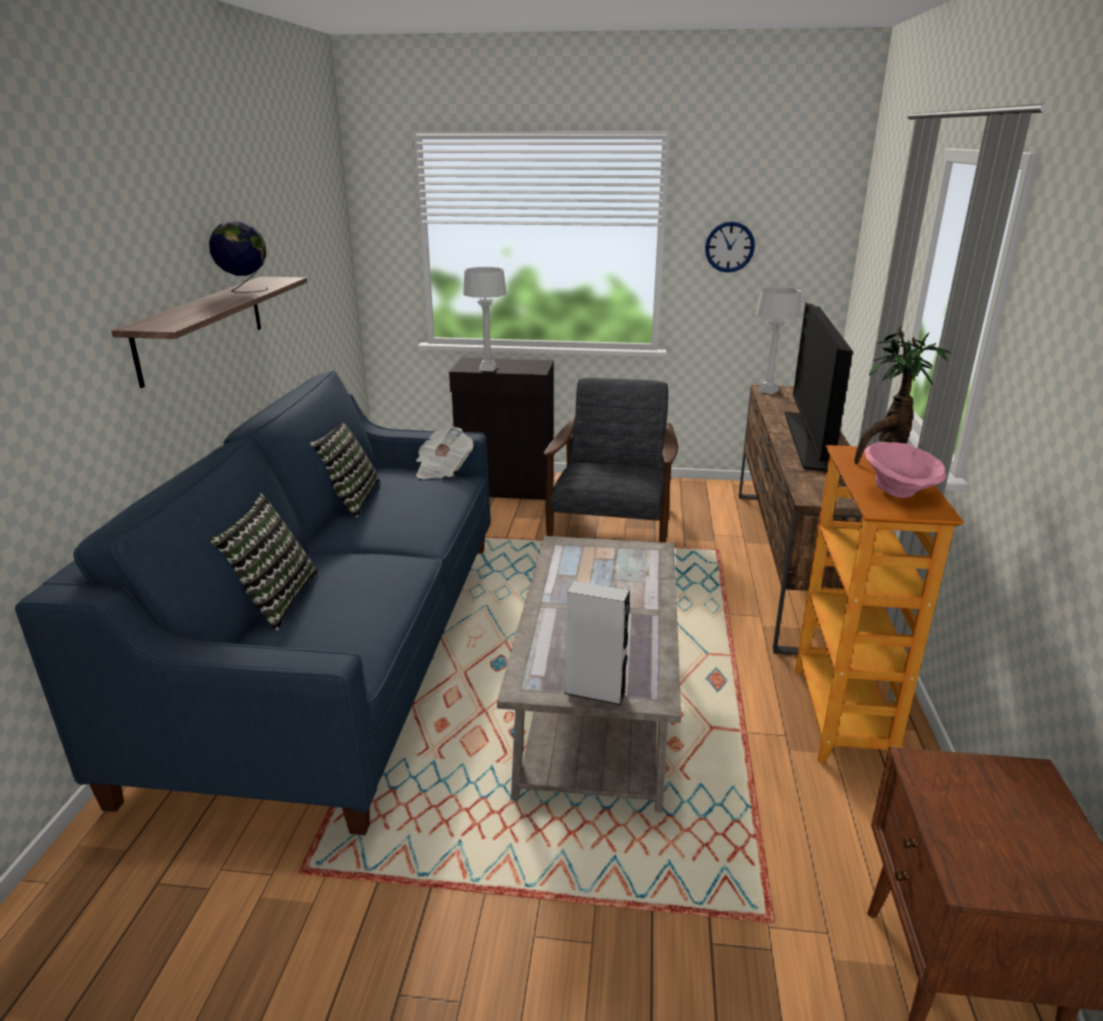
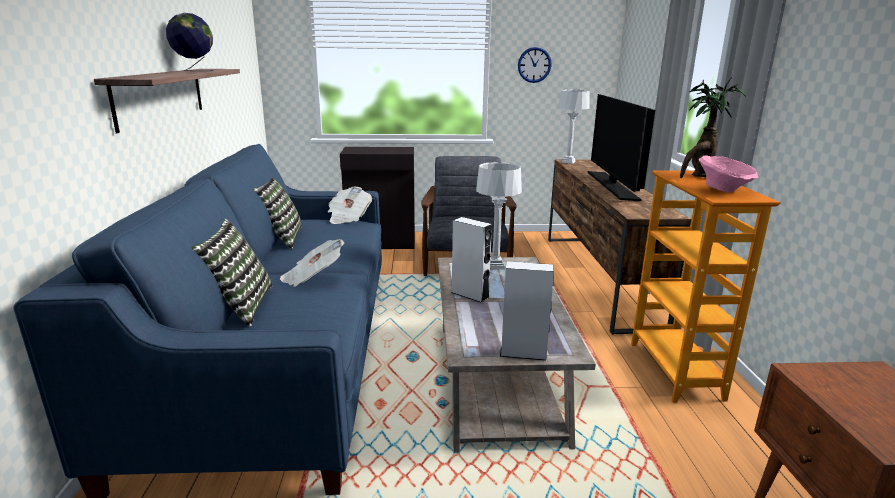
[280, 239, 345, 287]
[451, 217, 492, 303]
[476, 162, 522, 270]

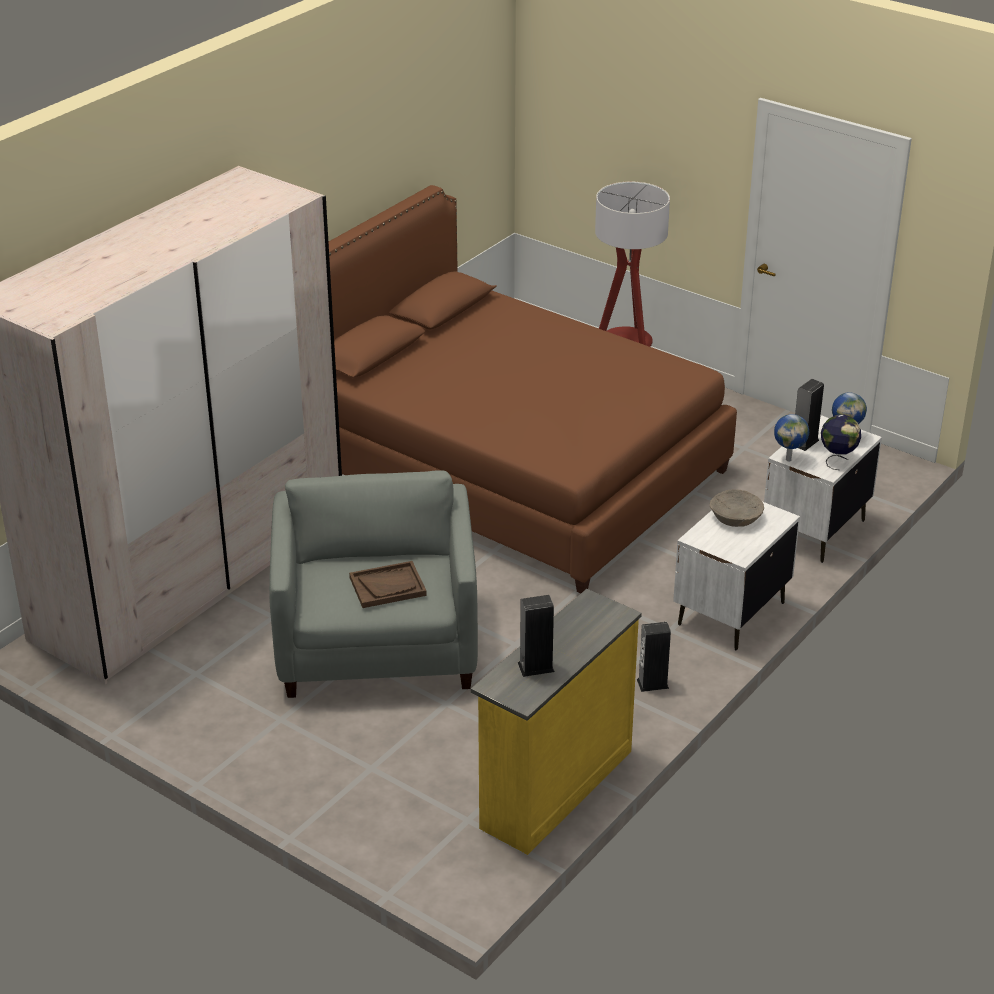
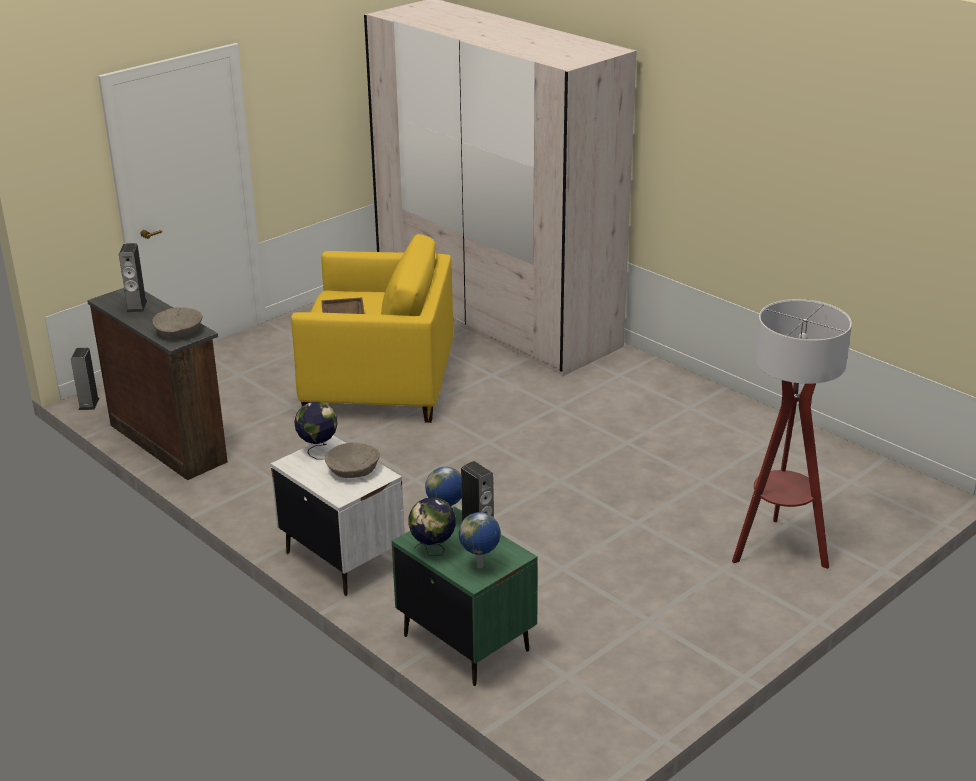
[328, 185, 737, 593] (first image)
[152, 307, 202, 339]
[294, 401, 337, 459]
[71, 348, 100, 410]
[291, 234, 453, 423]
[87, 288, 228, 480]
[392, 507, 538, 686]

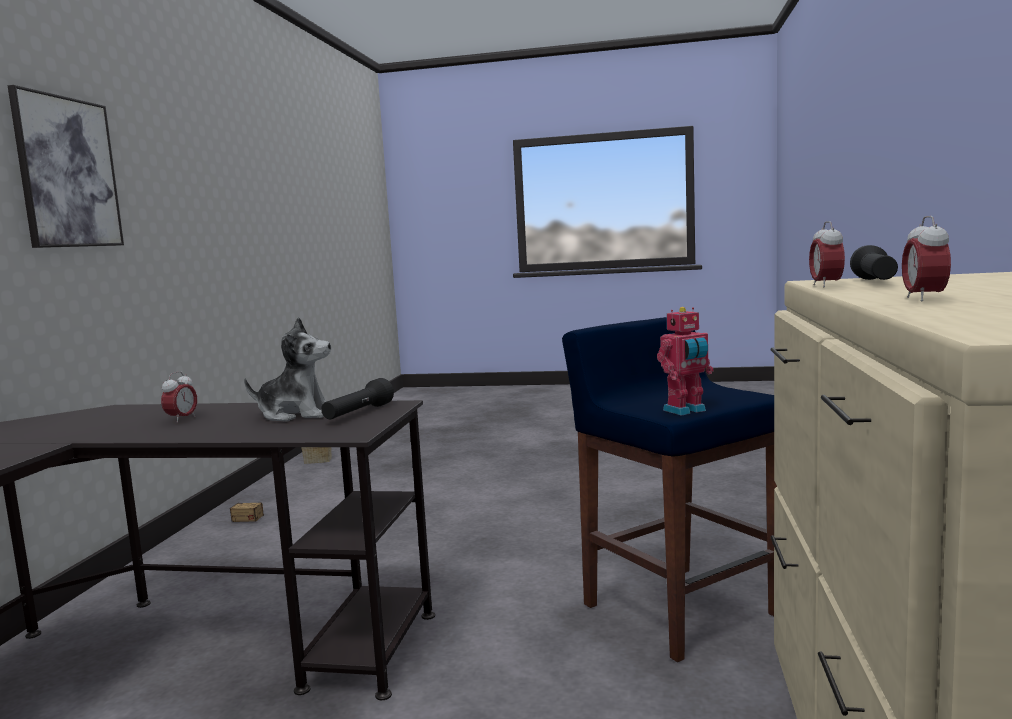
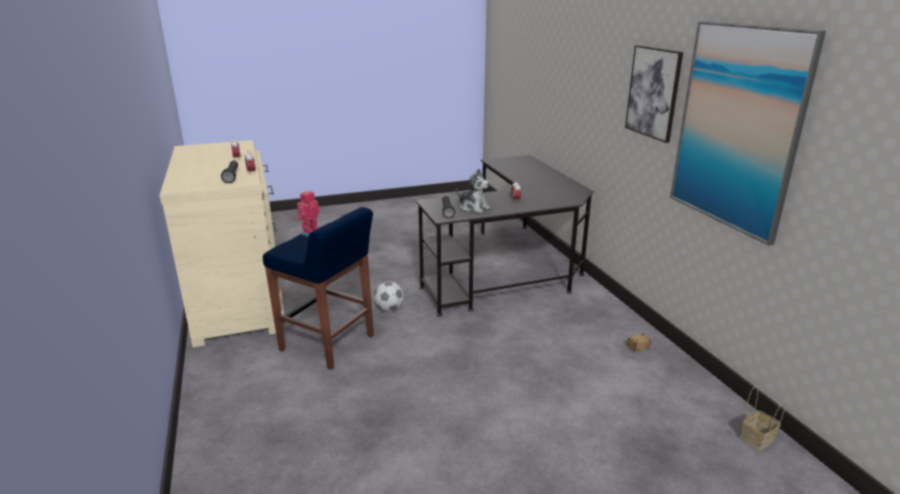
[374, 282, 404, 311]
[670, 21, 826, 246]
[456, 169, 490, 213]

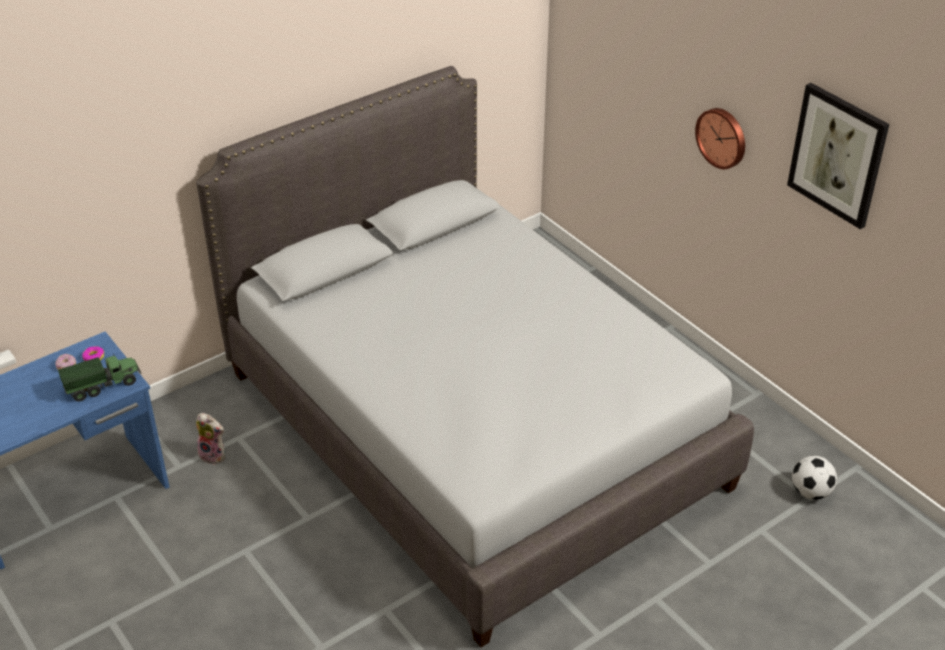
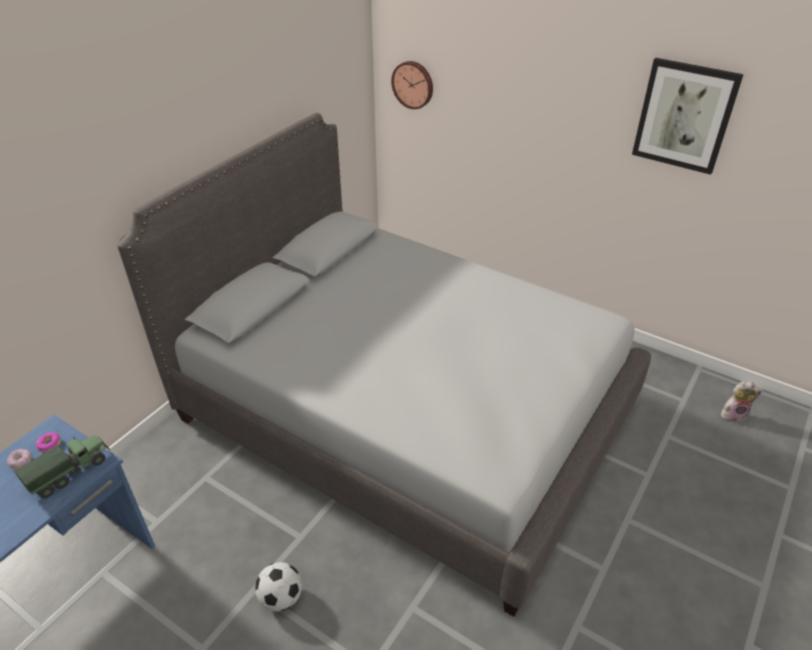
[721, 381, 763, 423]
[391, 61, 433, 109]
[255, 562, 302, 611]

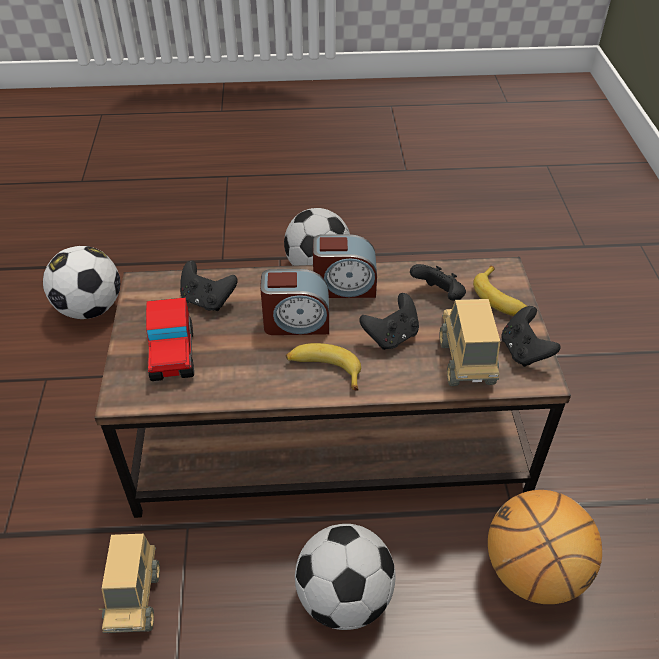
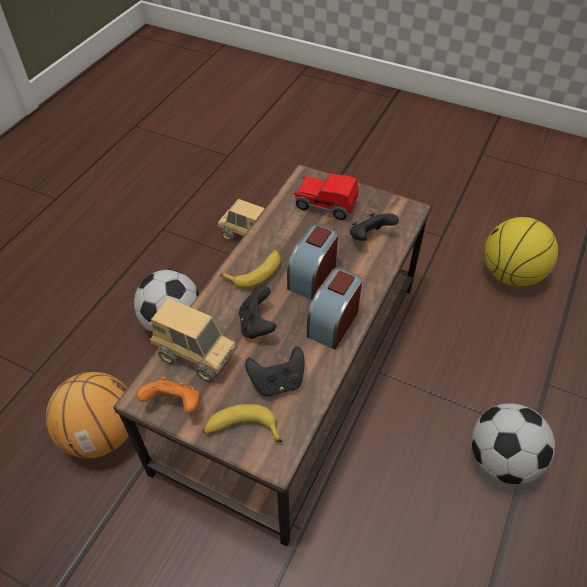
[484, 217, 558, 287]
[137, 377, 199, 414]

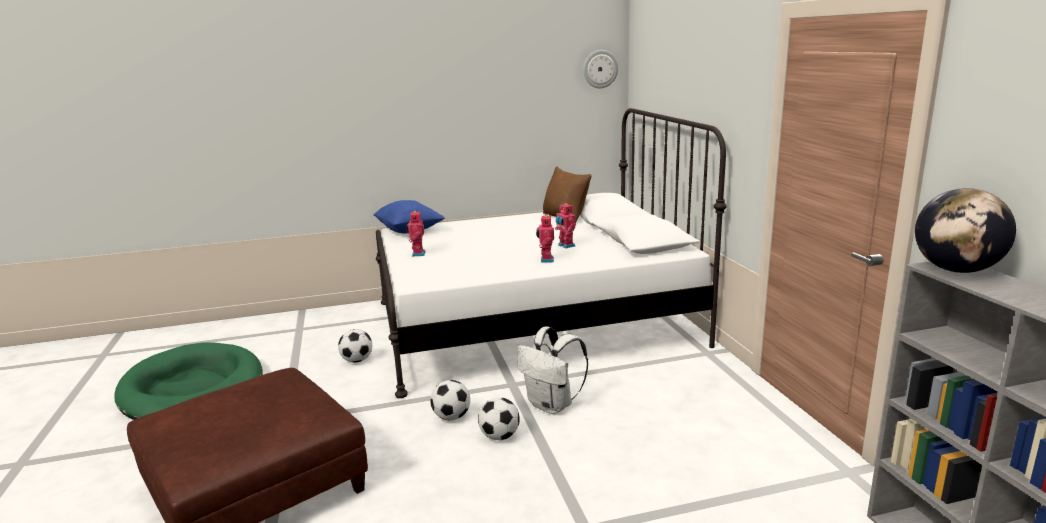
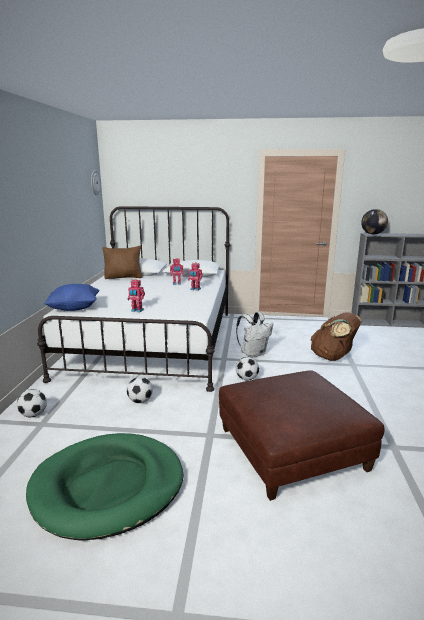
[310, 312, 362, 361]
[17, 389, 47, 417]

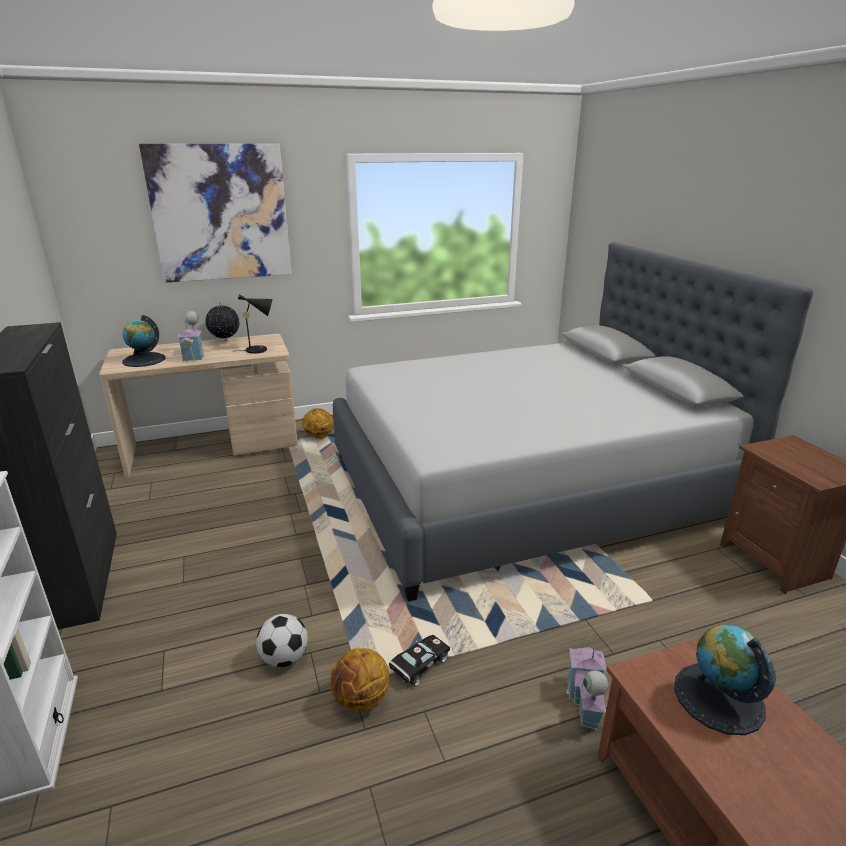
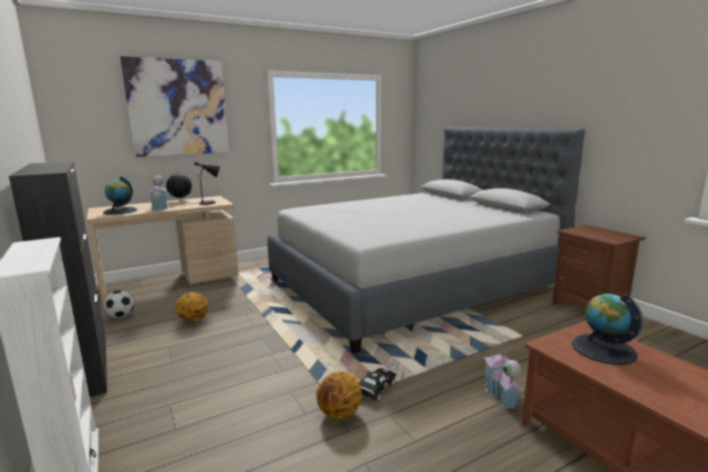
[103, 290, 135, 318]
[176, 292, 208, 322]

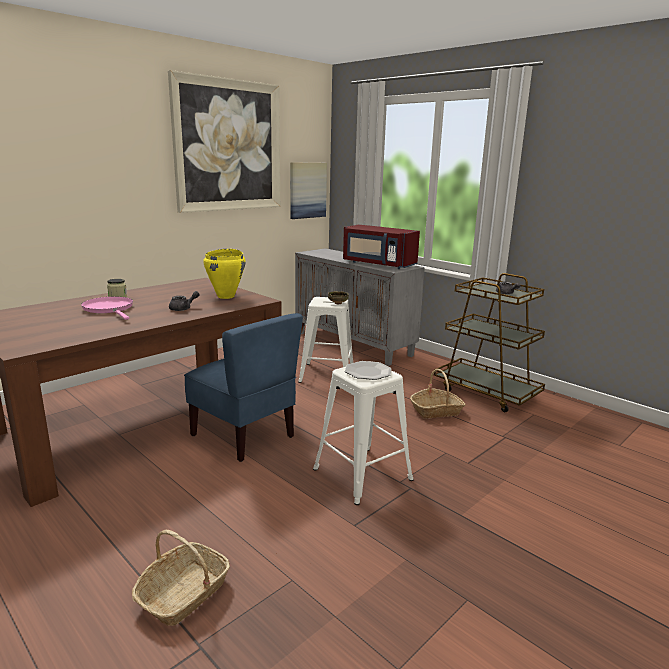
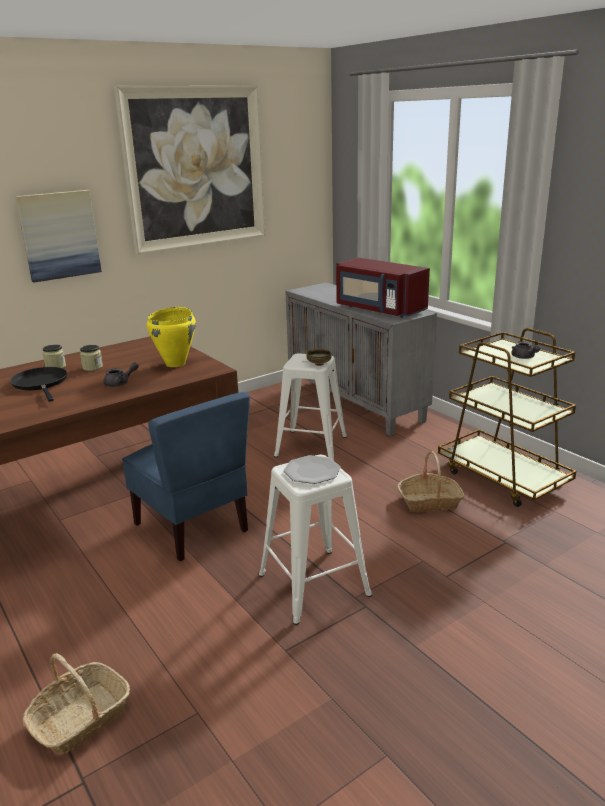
[80, 345, 103, 371]
[15, 190, 102, 283]
[10, 367, 67, 402]

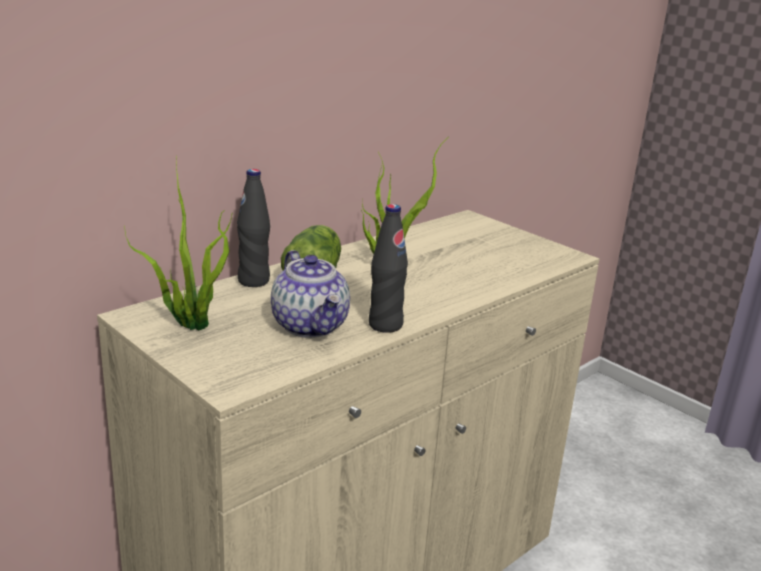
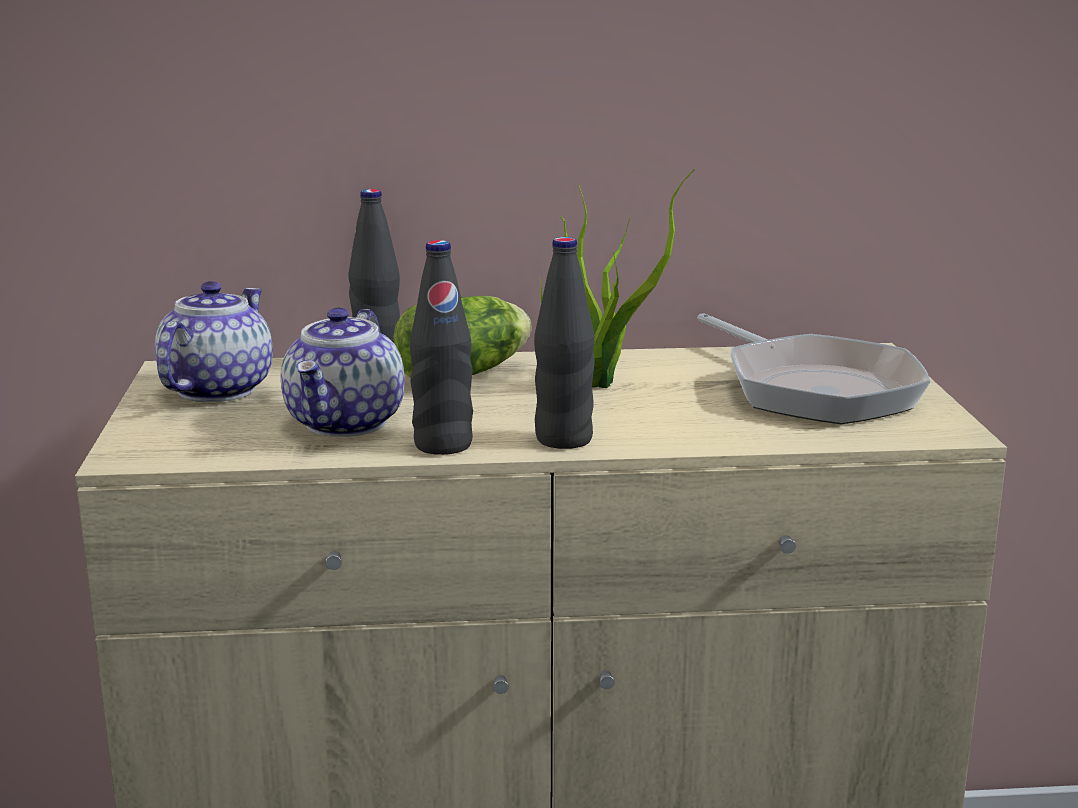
[534, 237, 595, 449]
[697, 313, 930, 424]
[155, 281, 273, 402]

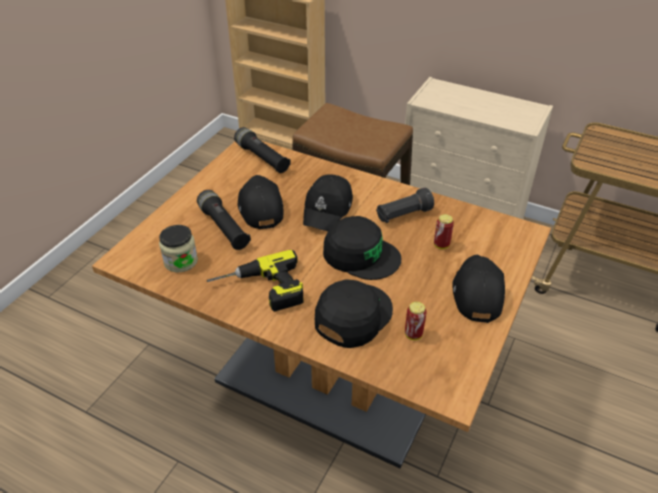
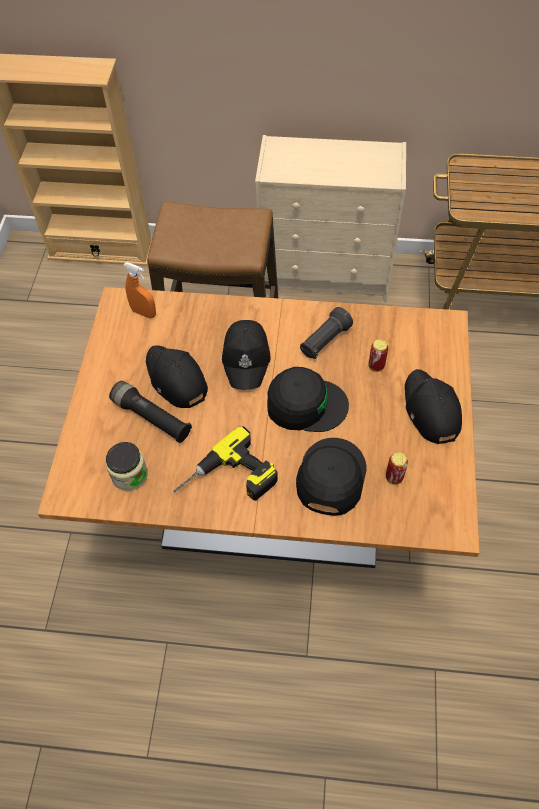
[124, 262, 156, 319]

